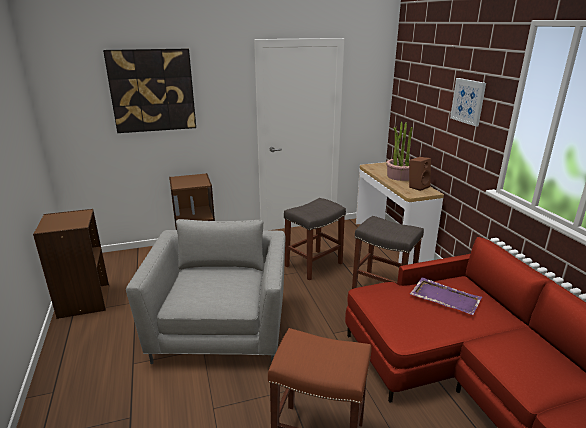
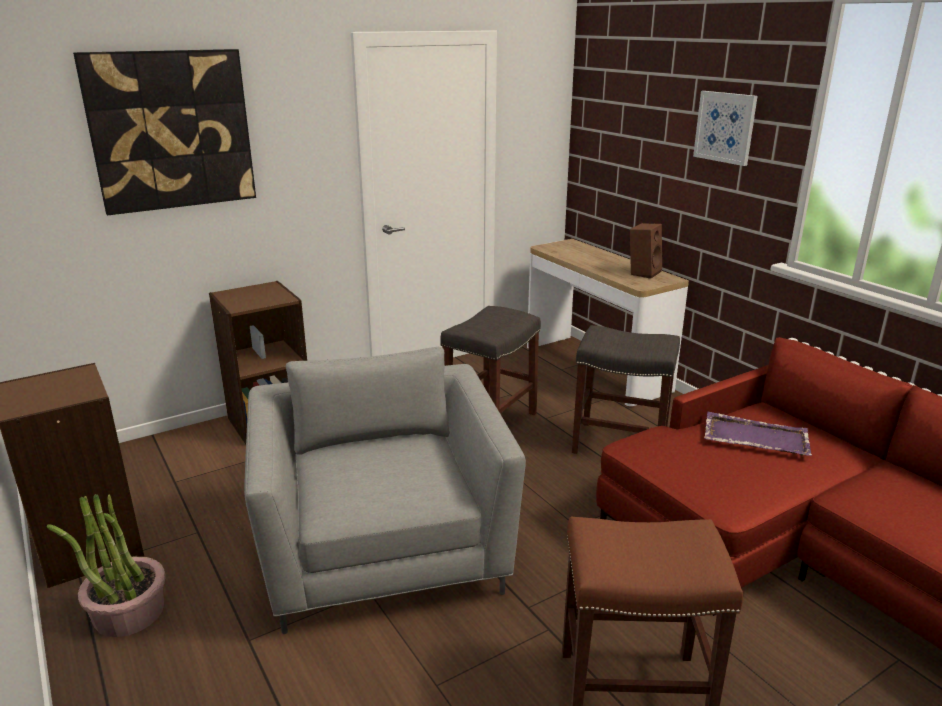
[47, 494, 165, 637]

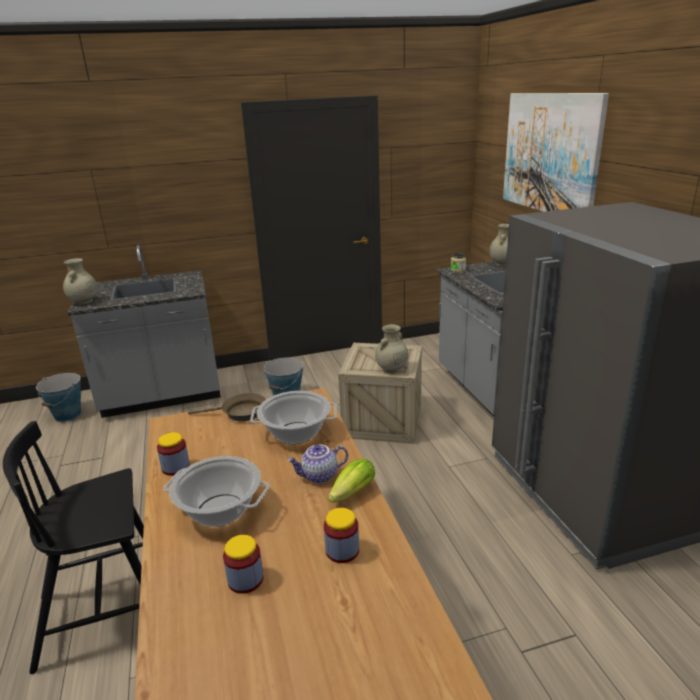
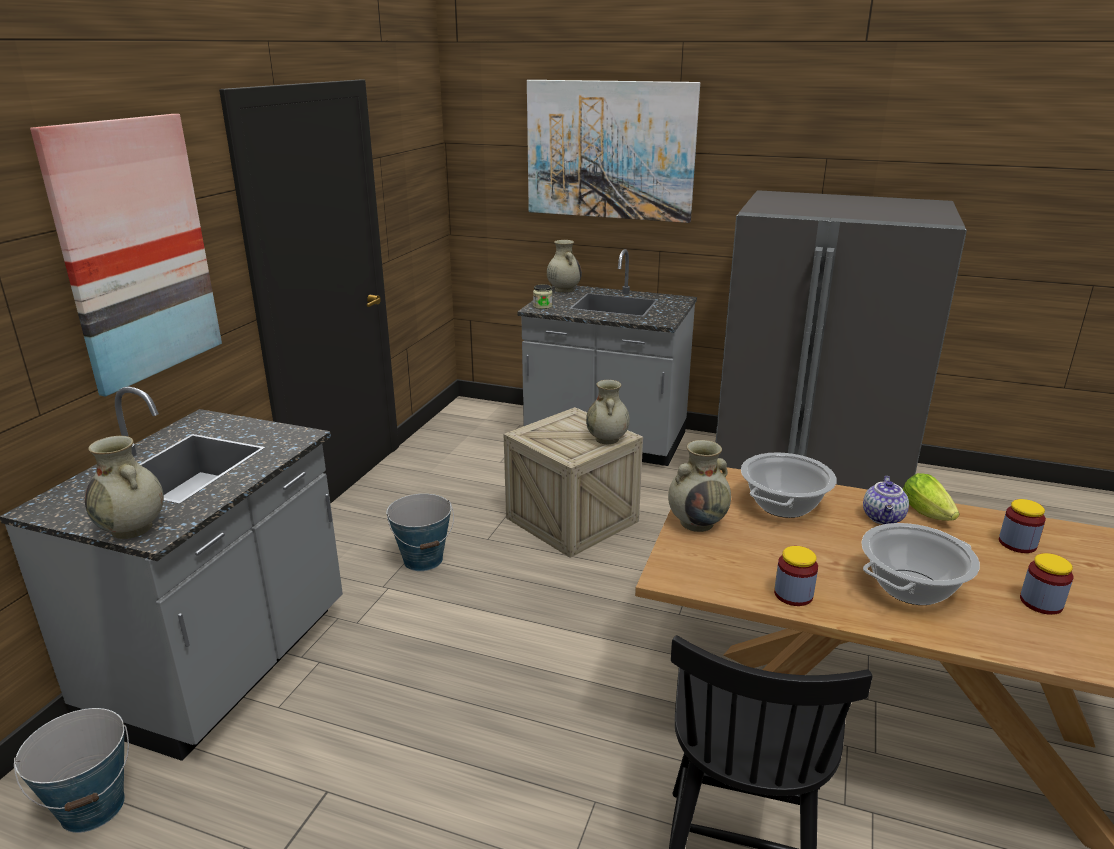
[30, 114, 222, 397]
[668, 440, 731, 532]

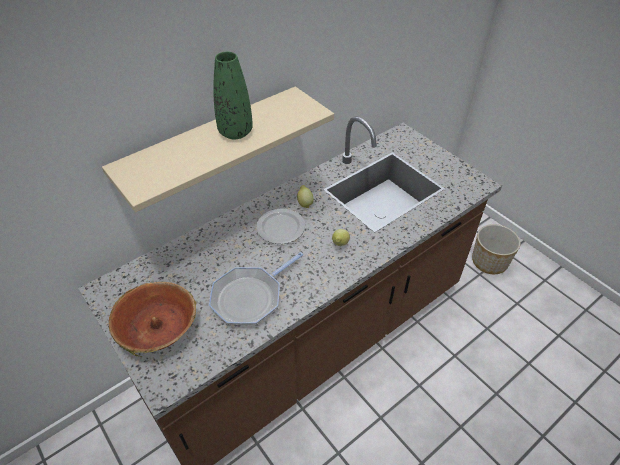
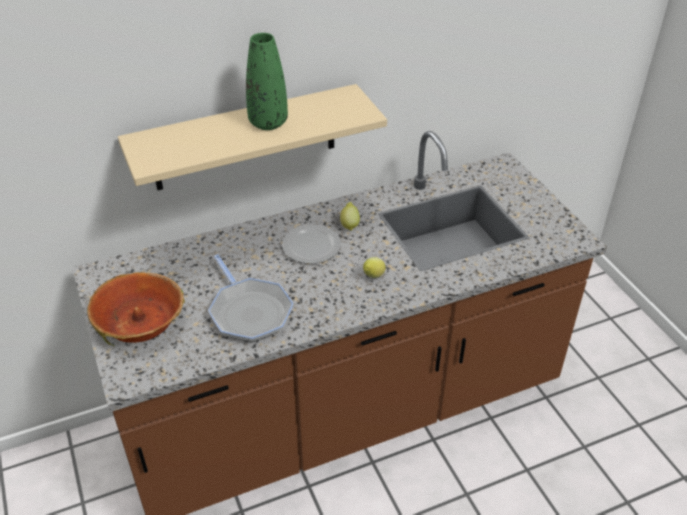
[472, 224, 521, 274] (first image)
[208, 254, 294, 342]

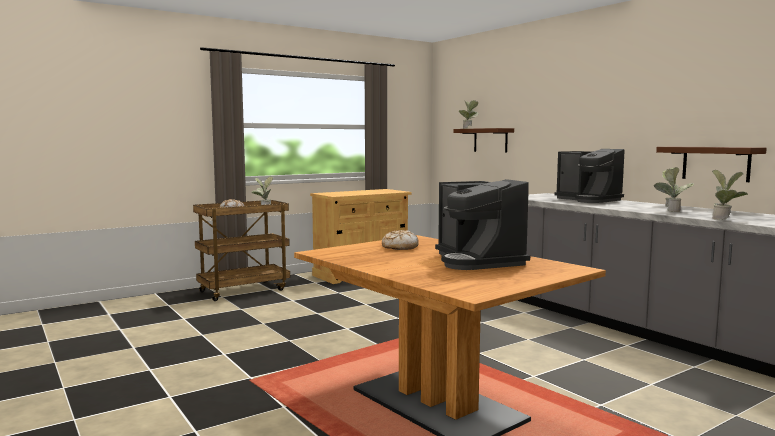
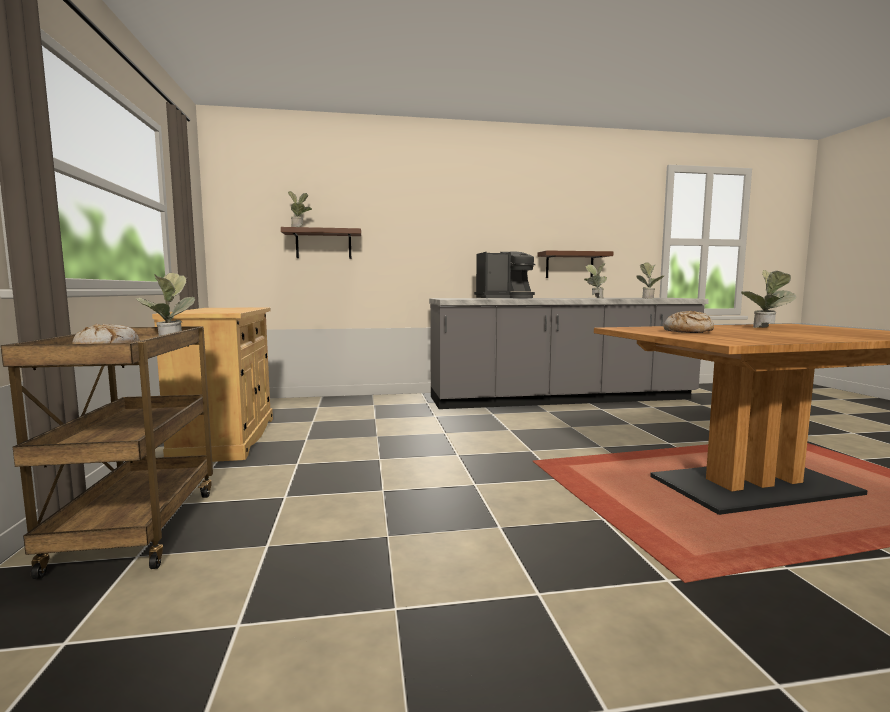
[741, 270, 796, 328]

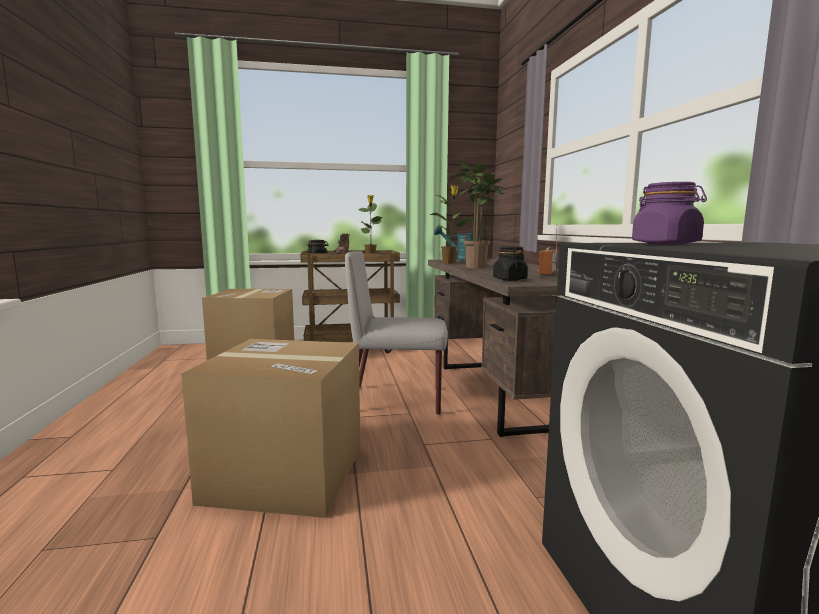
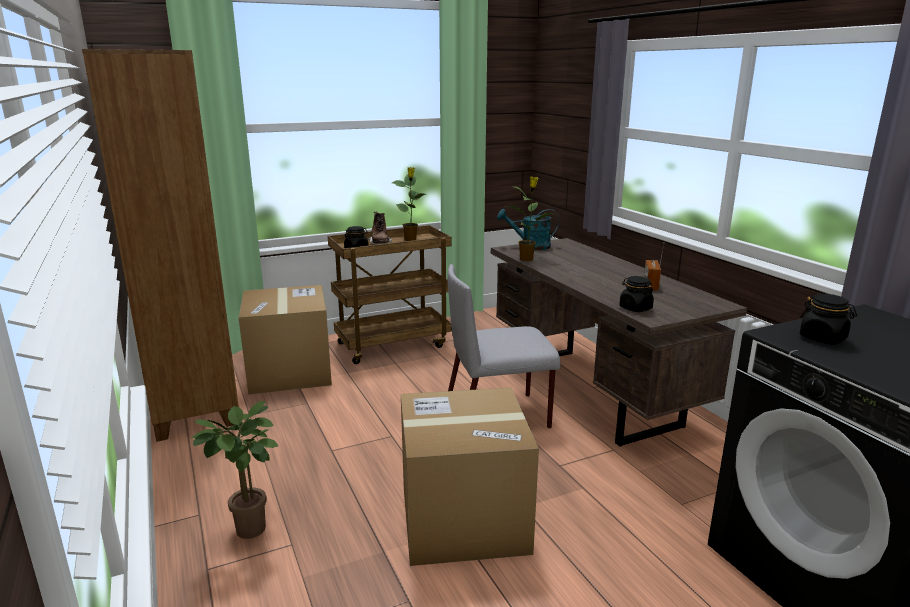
[82, 49, 239, 442]
[191, 401, 278, 539]
[800, 294, 857, 345]

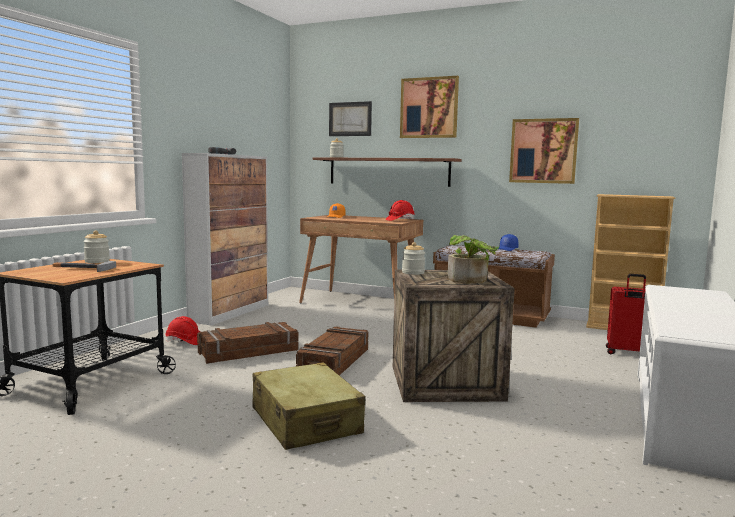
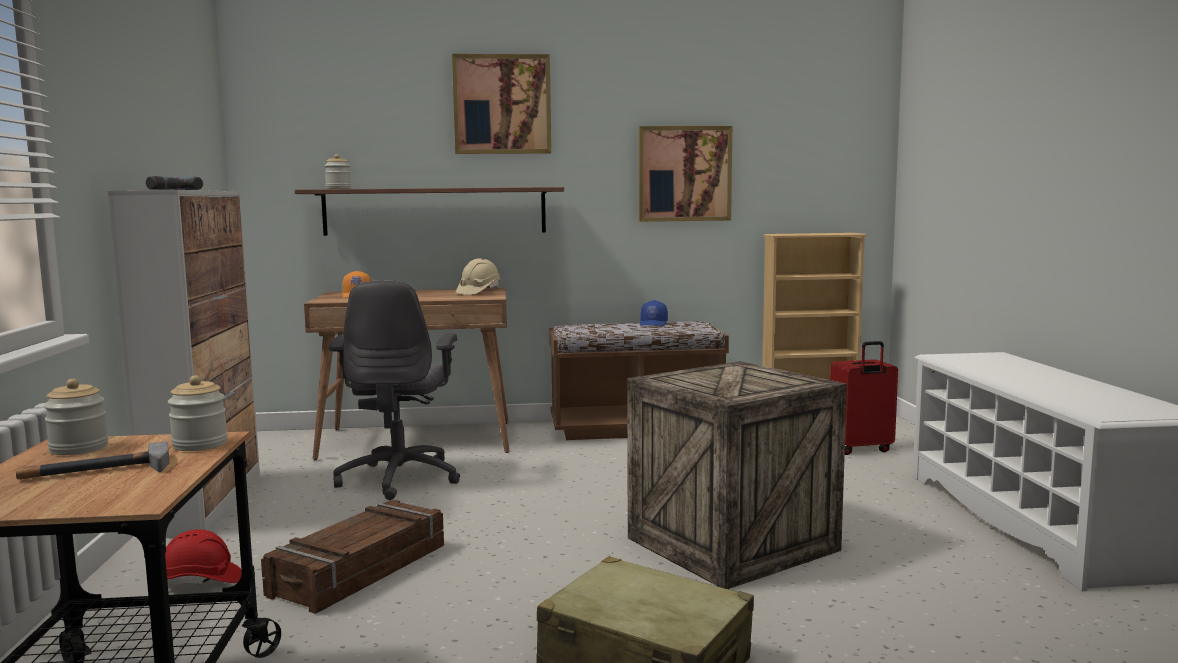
[296, 327, 368, 375] (first image)
[329, 101, 372, 136] (first image)
[447, 235, 499, 284] (first image)
[329, 280, 460, 500]
[168, 375, 228, 451]
[456, 258, 502, 295]

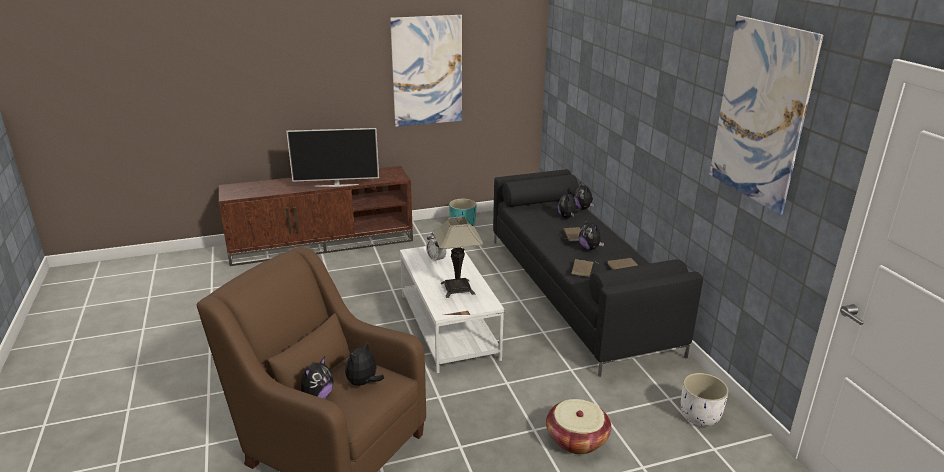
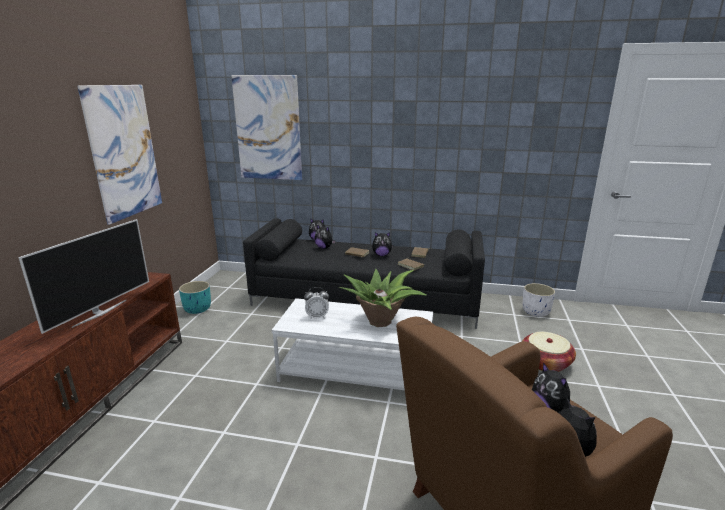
[231, 75, 302, 180]
[339, 269, 427, 327]

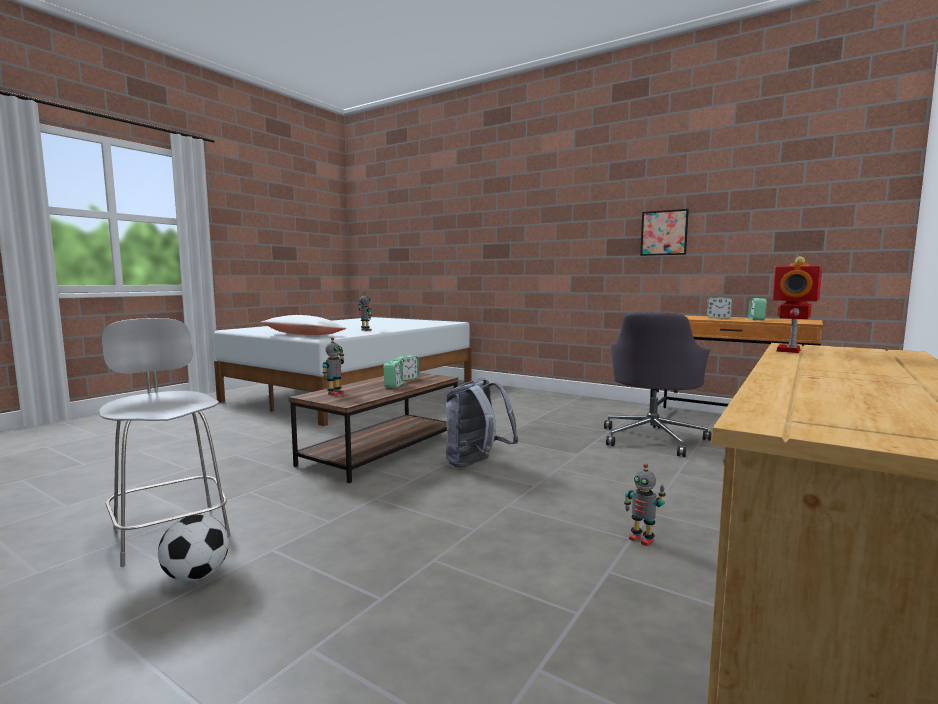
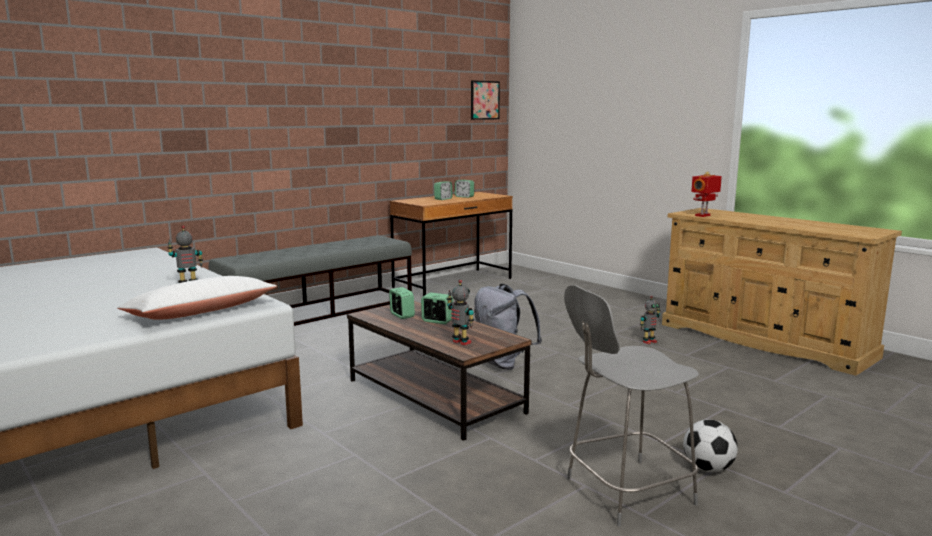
[604, 312, 711, 457] (first image)
[208, 235, 412, 326]
[471, 80, 500, 120]
[691, 172, 722, 217]

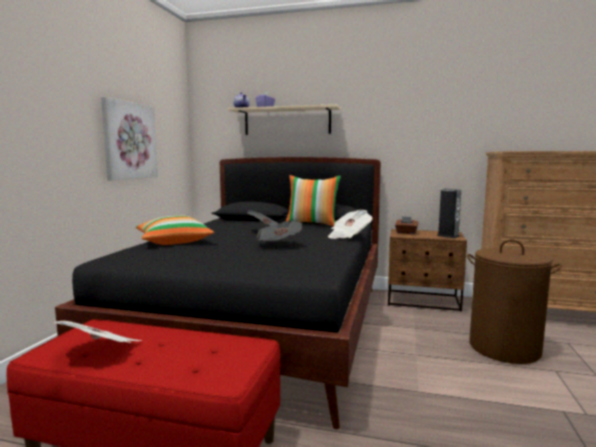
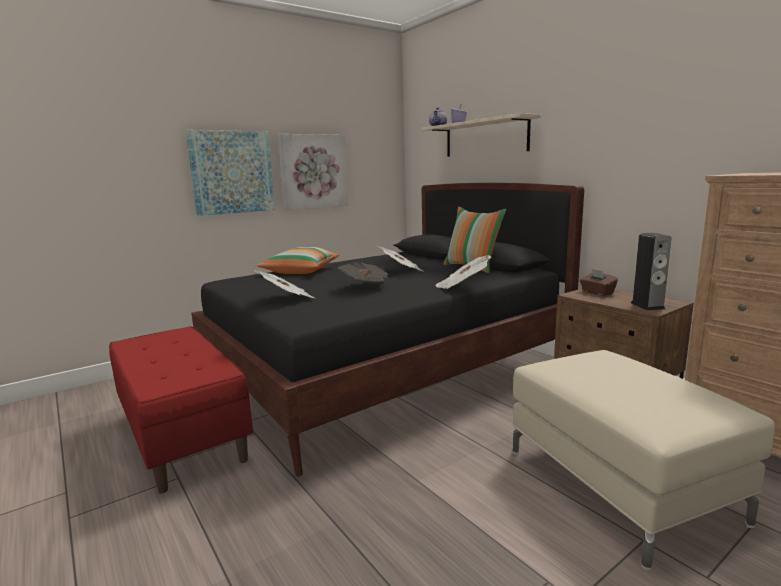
[186, 130, 275, 216]
[256, 271, 314, 298]
[512, 350, 775, 571]

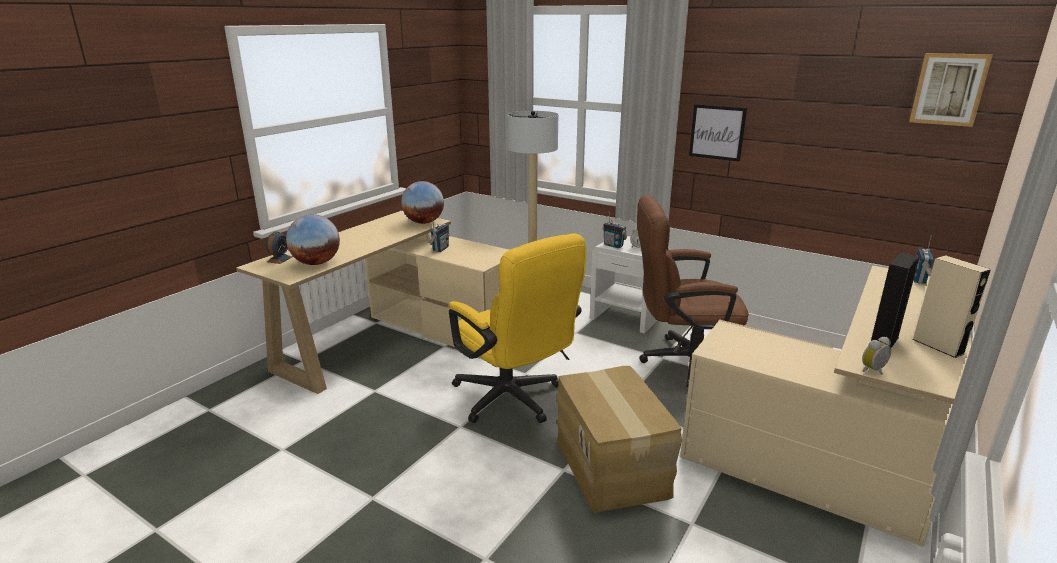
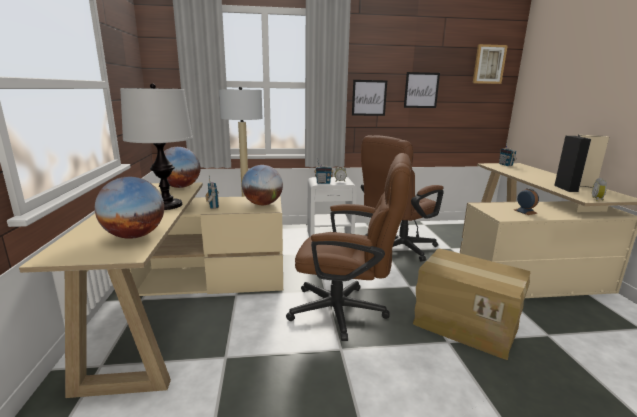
[120, 84, 193, 210]
[242, 165, 283, 205]
[404, 72, 440, 108]
[514, 188, 539, 215]
[286, 153, 412, 341]

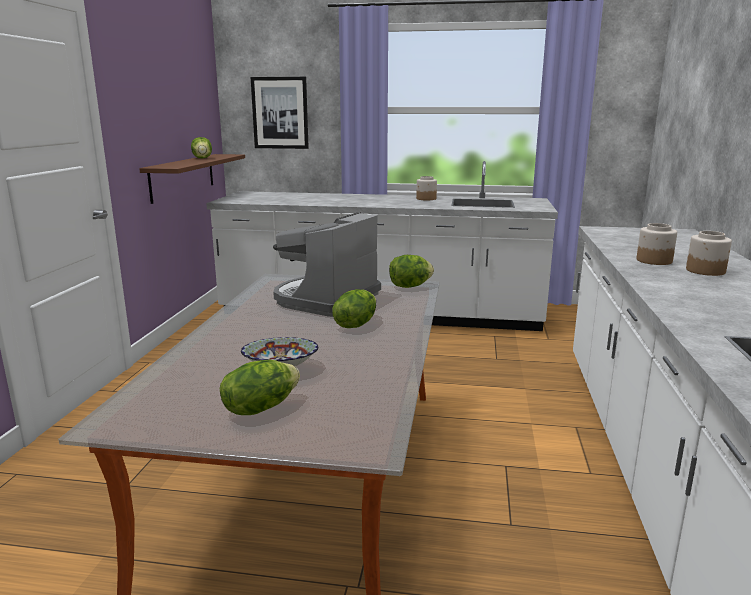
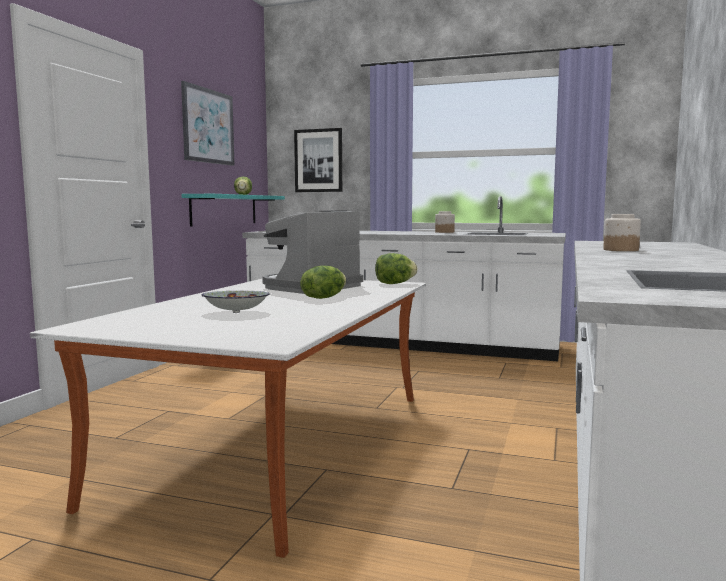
[220, 360, 300, 415] (first image)
[686, 231, 732, 276] (first image)
[181, 81, 235, 166]
[182, 194, 285, 226]

